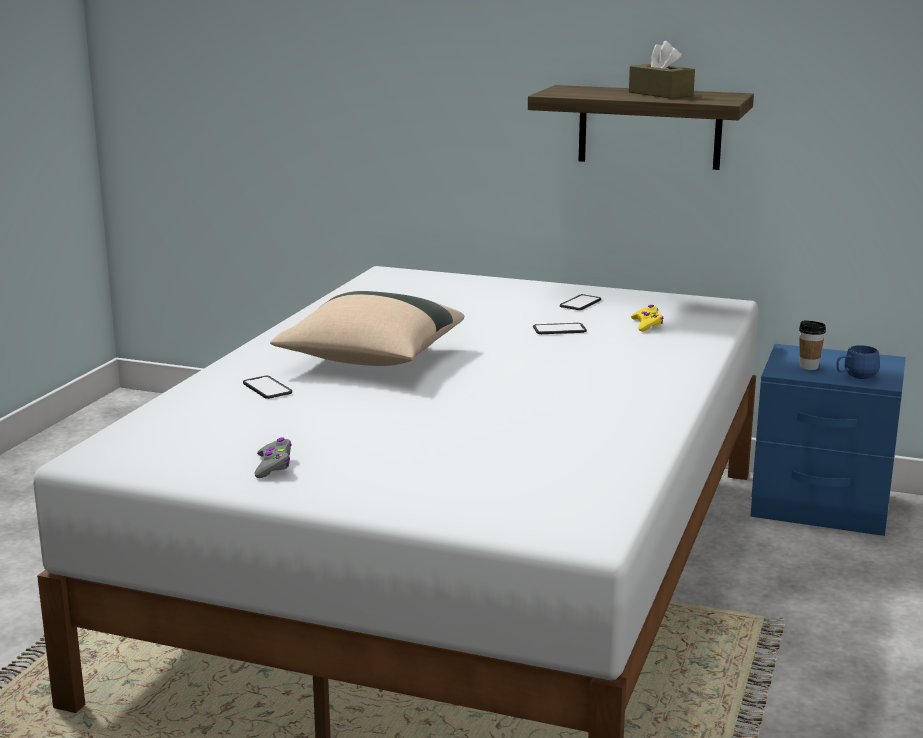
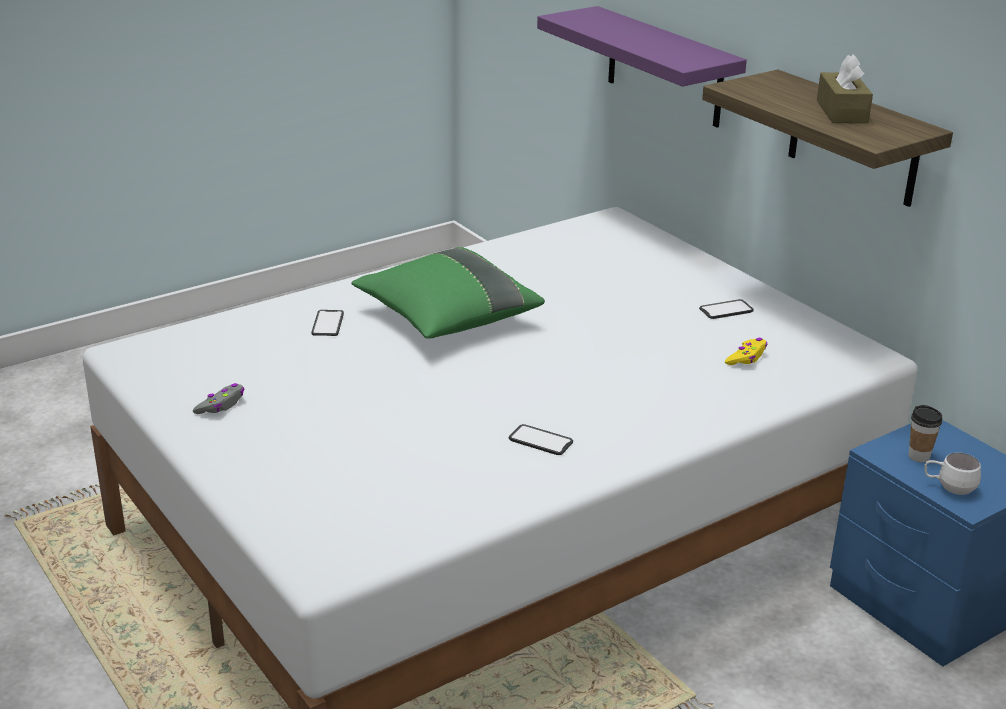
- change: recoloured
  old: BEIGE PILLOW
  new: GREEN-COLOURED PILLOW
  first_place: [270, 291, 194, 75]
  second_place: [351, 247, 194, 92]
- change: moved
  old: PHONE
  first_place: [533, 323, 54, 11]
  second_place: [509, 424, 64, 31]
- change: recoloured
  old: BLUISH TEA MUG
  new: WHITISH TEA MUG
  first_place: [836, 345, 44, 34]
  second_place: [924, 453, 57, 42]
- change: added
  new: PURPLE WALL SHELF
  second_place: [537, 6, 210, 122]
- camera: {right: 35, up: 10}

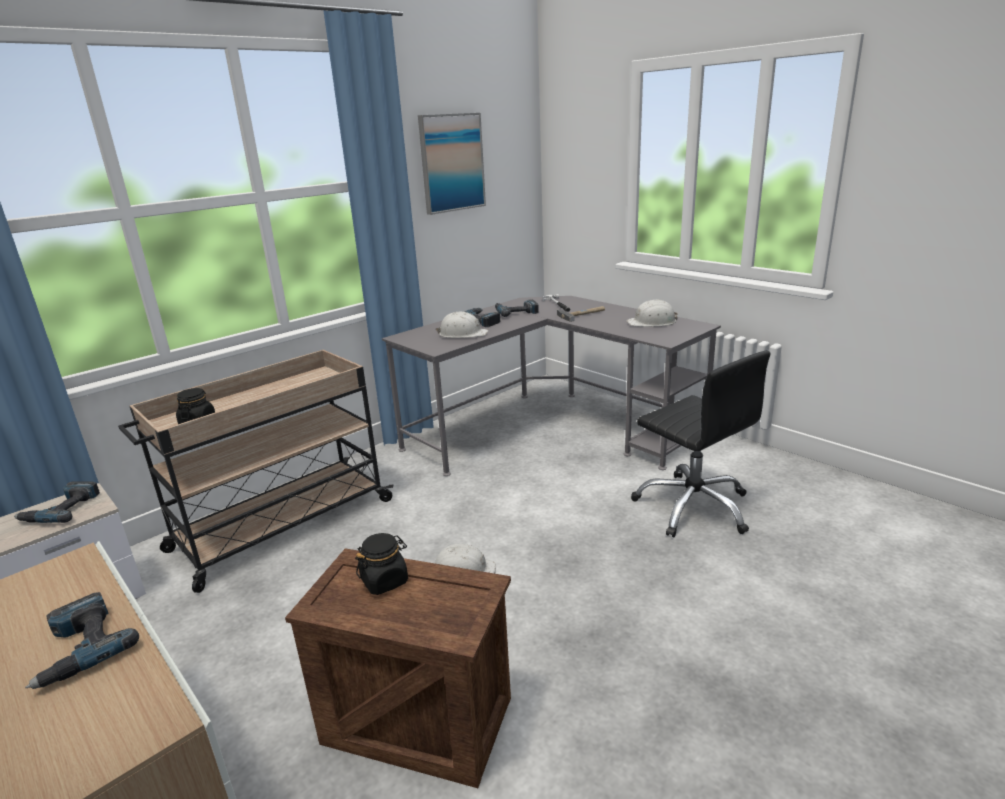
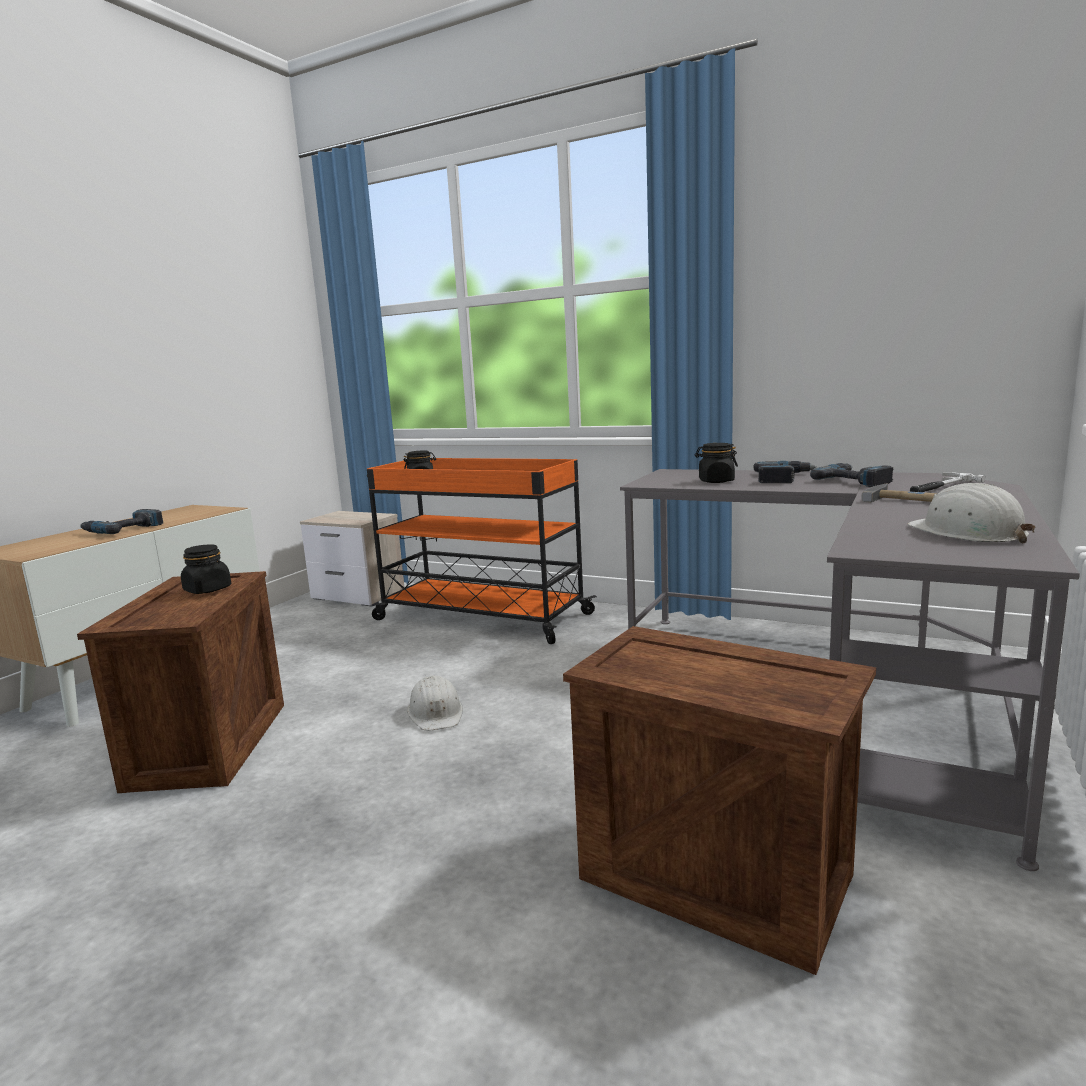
- change: removed
  old: POWER DRILL
  first_place: [14, 482, 86, 41]
- change: recoloured
  old: BEIGE CART
  new: ORANGE-COLOURED CART
  first_place: [118, 350, 275, 243]
  second_place: [367, 458, 230, 186]
- change: removed
  old: WALL ART
  first_place: [418, 113, 68, 102]
- change: replaced
  old: WHITISH HARD HAT
  new: BLACKISH JAR
  first_place: [435, 312, 53, 26]
  second_place: [695, 443, 43, 40]
- change: replaced
  old: BLACKISH DESK CHAIR
  new: CRATE
  first_place: [631, 351, 139, 186]
  second_place: [563, 626, 313, 349]
- camera: {right: 70, up: -10}

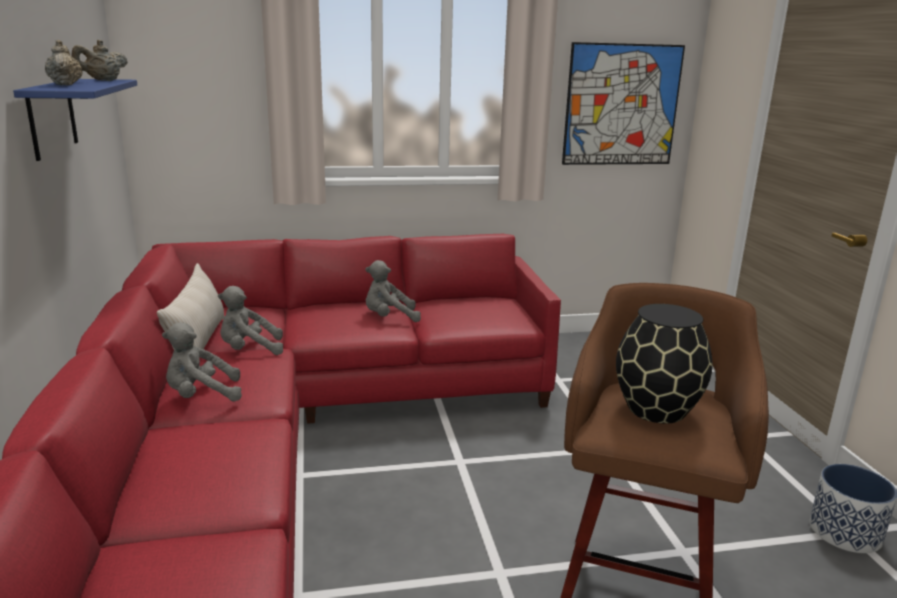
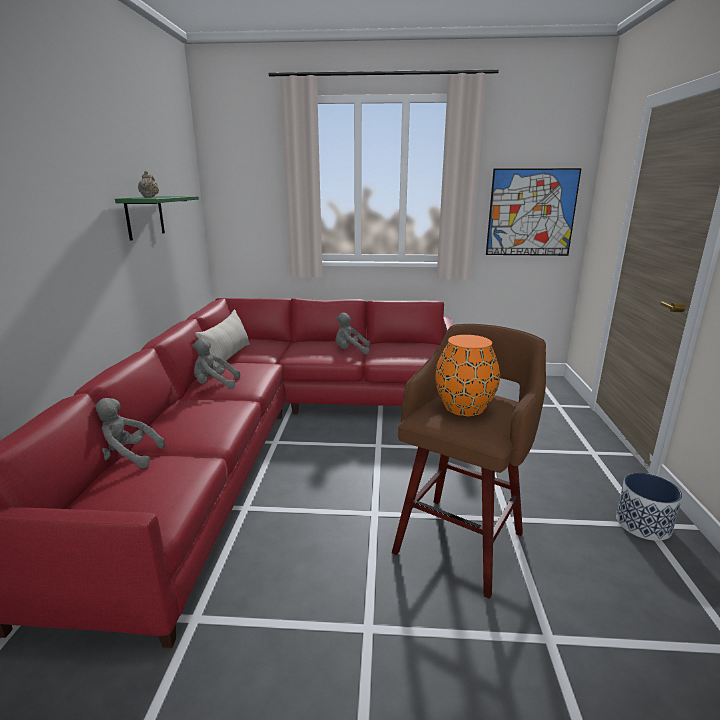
- change: recoloured
  old: BLUISH WALL SHELF
  new: GREEN-COLOURED WALL SHELF
  first_place: [13, 79, 124, 82]
  second_place: [115, 196, 84, 45]
- change: removed
  old: BEIGE TEA POT
  first_place: [72, 40, 56, 41]
- change: moved
  old: GREY CUDDLY TOY
  first_place: [218, 286, 65, 69]
  second_place: [95, 398, 70, 70]
- change: recoloured
  old: BLACKISH DECORATIVE VASE
  new: ORANGE-COLOURED DECORATIVE VASE
  first_place: [616, 304, 96, 119]
  second_place: [435, 335, 65, 81]
- camera: {right: 15, up: 0}

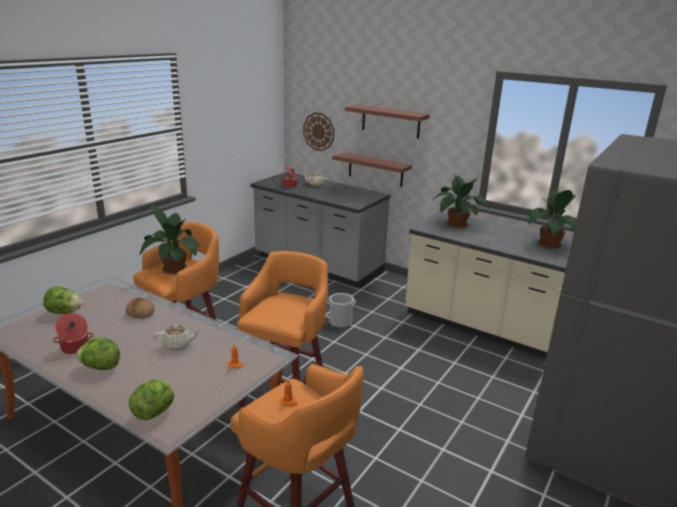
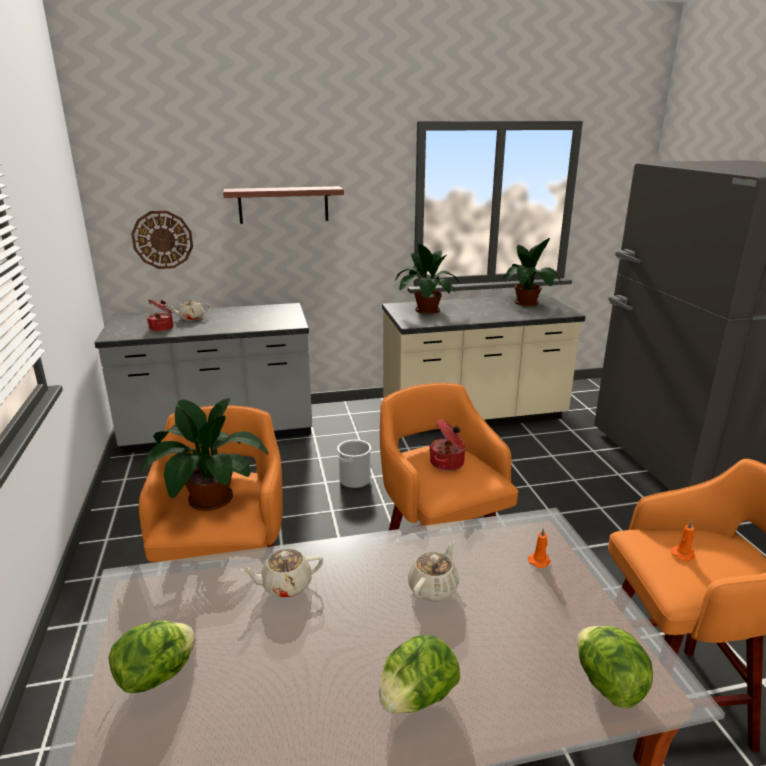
- change: moved
  old: STOCKPOT
  first_place: [53, 313, 41, 41]
  second_place: [429, 419, 36, 52]
- change: replaced
  old: BAKED BREAD
  new: BEIGE TEA POT
  first_place: [126, 298, 29, 20]
  second_place: [241, 548, 82, 50]
- change: removed
  old: WALL SHELF
  first_place: [332, 152, 80, 35]
- camera: {right: -45, up: 0}

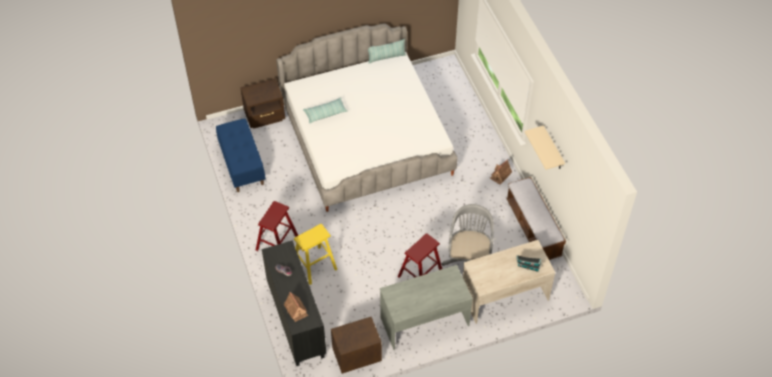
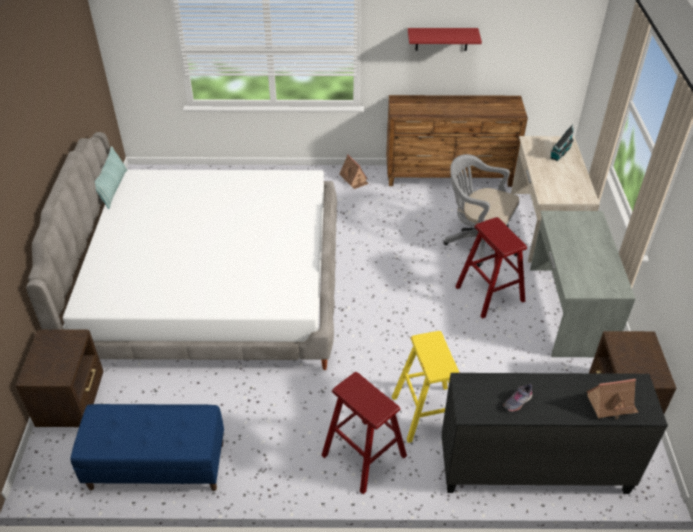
- change: removed
  old: PILLOW
  first_place: [303, 97, 45, 26]
- change: replaced
  old: INDOOR BENCH
  new: BROWN-COLOURED DRAWER CHEST
  first_place: [506, 177, 60, 83]
  second_place: [386, 95, 142, 92]
- change: recoloured
  old: BEIGE WALL SHELF
  new: RED-COLOURED WALL SHELF
  first_place: [525, 125, 40, 45]
  second_place: [408, 28, 74, 23]
- camera: {right: -70, up: -10}

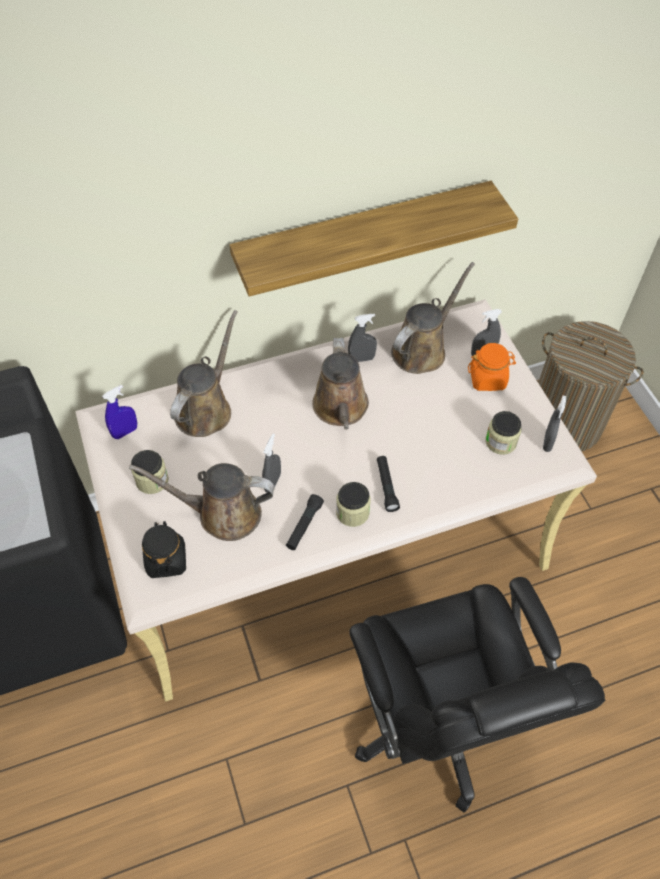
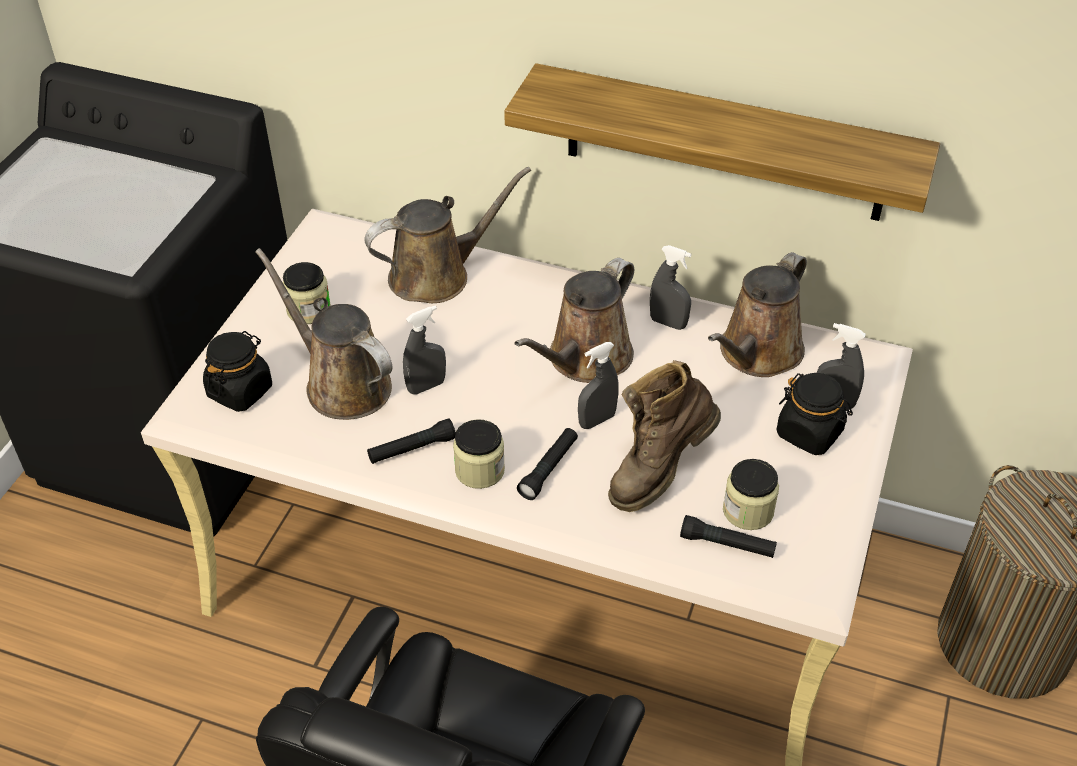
- change: removed
  old: BLUISH SPRAY BOTTLE
  first_place: [102, 385, 35, 54]
- change: turned
  old: BROWN-COLOURED WATERING CAN
  first_place: [391, 262, 84, 112]
  second_place: [708, 252, 99, 125]
  degrees: 135
- change: recoloured
  old: ORANGE-COLOURED JAR
  new: BLACKISH JAR
  first_place: [468, 343, 48, 48]
  second_place: [777, 373, 76, 82]
- change: moved
  old: GREY SPRAY BOTTLE
  first_place: [543, 396, 23, 56]
  second_place: [578, 342, 41, 87]
- change: added
  new: BROWN-COLOURED TALL BOOT
  second_place: [608, 360, 113, 152]
- change: added
  new: BLACKISH FLASHLIGHT
  second_place: [680, 515, 97, 43]
- camera: {right: 40, up: -10}

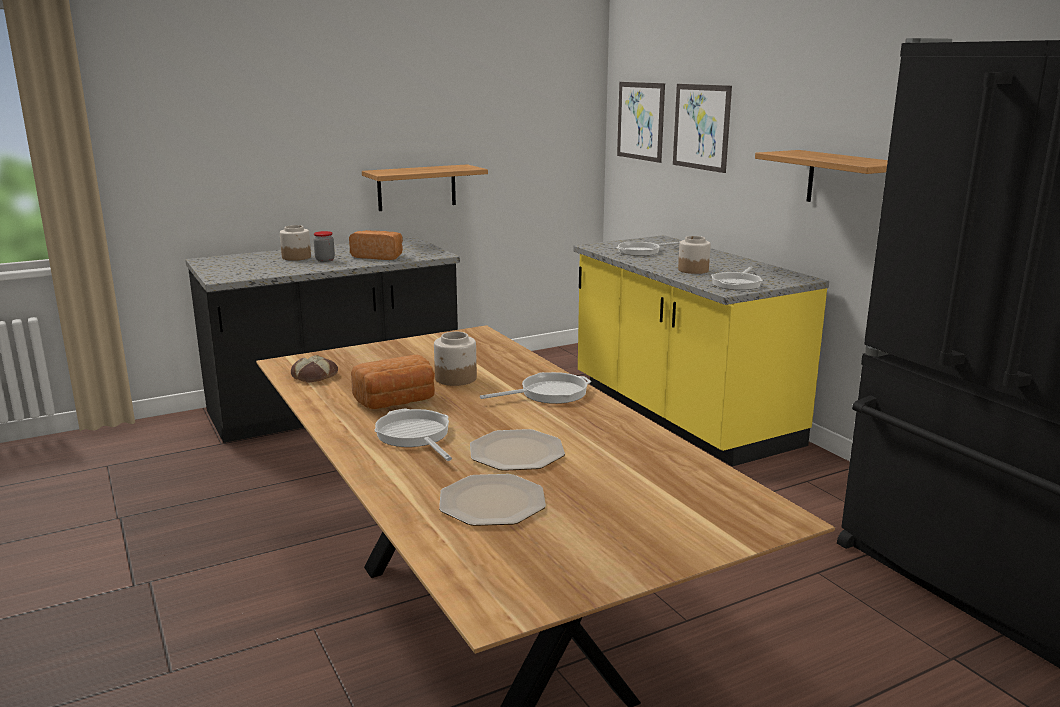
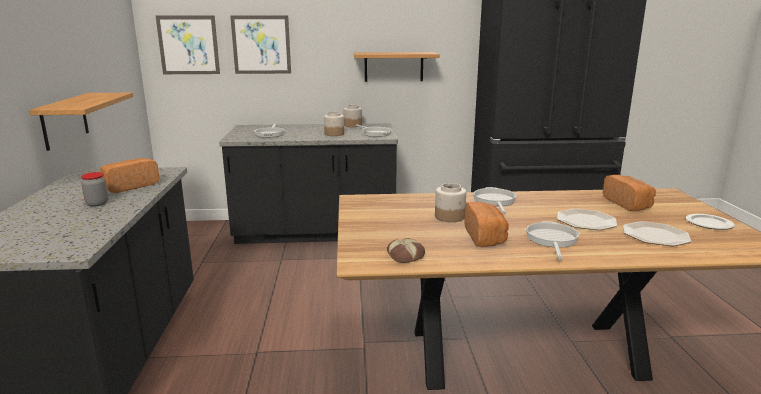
- change: moved
  old: JAR
  first_place: [280, 225, 31, 36]
  second_place: [343, 105, 19, 22]
- change: turned
  old: SKILLET
  first_place: [375, 408, 77, 53]
  second_place: [525, 221, 55, 39]
  degrees: 105
- change: recoloured
  old: YELLOW-COLOURED KITCHEN BASE UNIT
  new: BLACKISH KITCHEN BASE UNIT
  first_place: [573, 235, 256, 232]
  second_place: [219, 123, 179, 121]
- change: added
  new: BAKED BREAD
  second_place: [603, 175, 53, 37]
- change: added
  new: PLATE
  second_place: [686, 214, 49, 16]
- camera: {right: -65, up: 0}

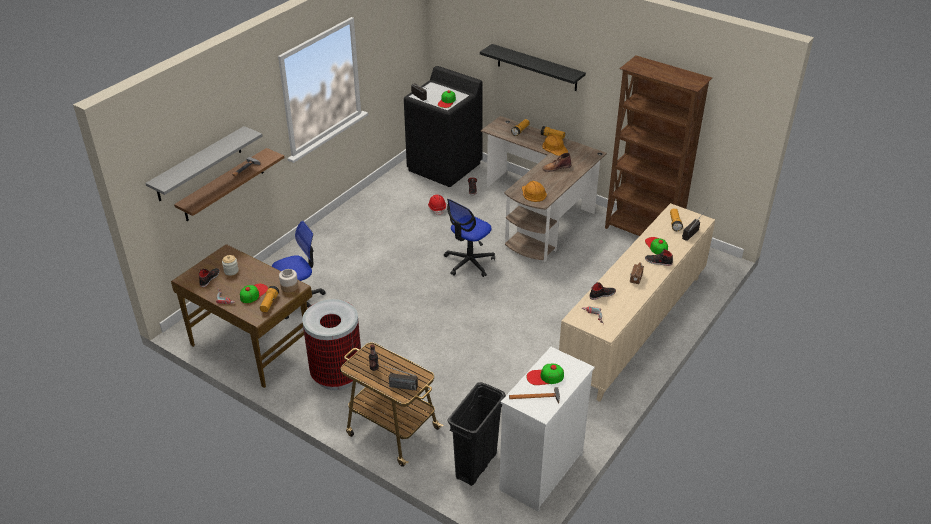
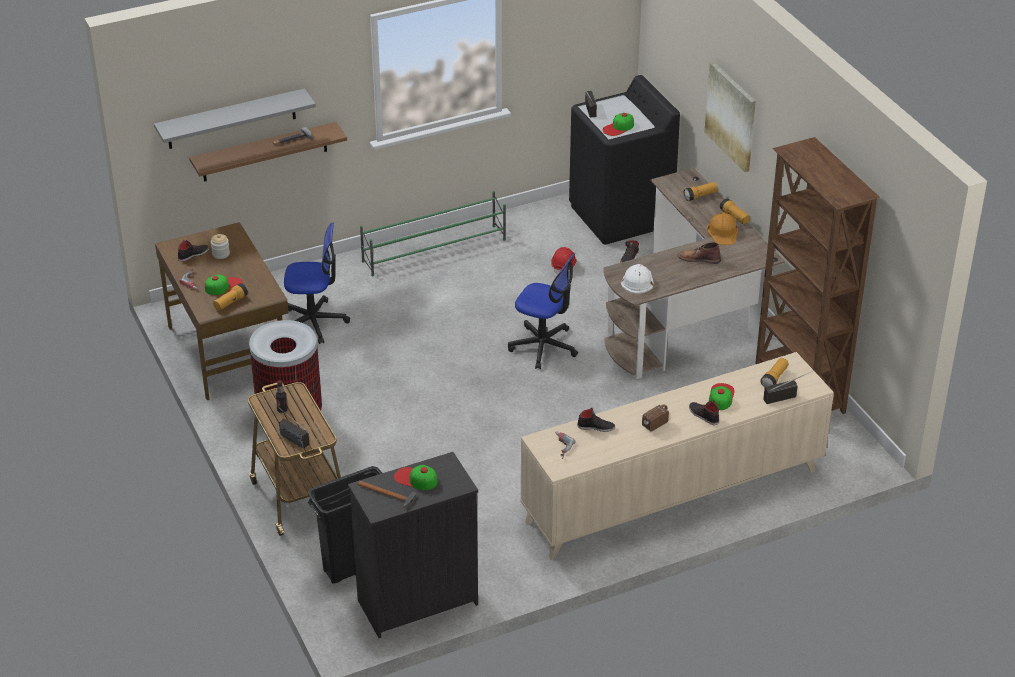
- change: removed
  old: JAR
  first_place: [279, 269, 19, 24]
- change: turned
  old: DESK CHAIR
  first_place: [444, 199, 51, 78]
  second_place: [508, 253, 70, 116]
  degrees: -135
- change: replaced
  old: BLACKISH WALL SHELF
  new: WALL ART
  first_place: [480, 44, 106, 47]
  second_place: [704, 62, 52, 110]
- change: recoloured
  old: WHITISH DRAWER CHEST
  new: BLACKISH DRAWER CHEST
  first_place: [499, 347, 96, 165]
  second_place: [348, 452, 130, 186]
- change: recoloured
  old: ORANGE-COLOURED HARD HAT
  new: WHITISH HARD HAT
  first_place: [522, 181, 25, 21]
  second_place: [621, 264, 32, 30]
- change: added
  new: GREEN-COLOURED SHOE STAND
  second_place: [360, 191, 146, 86]
- camera: {right: 30, up: 0}

